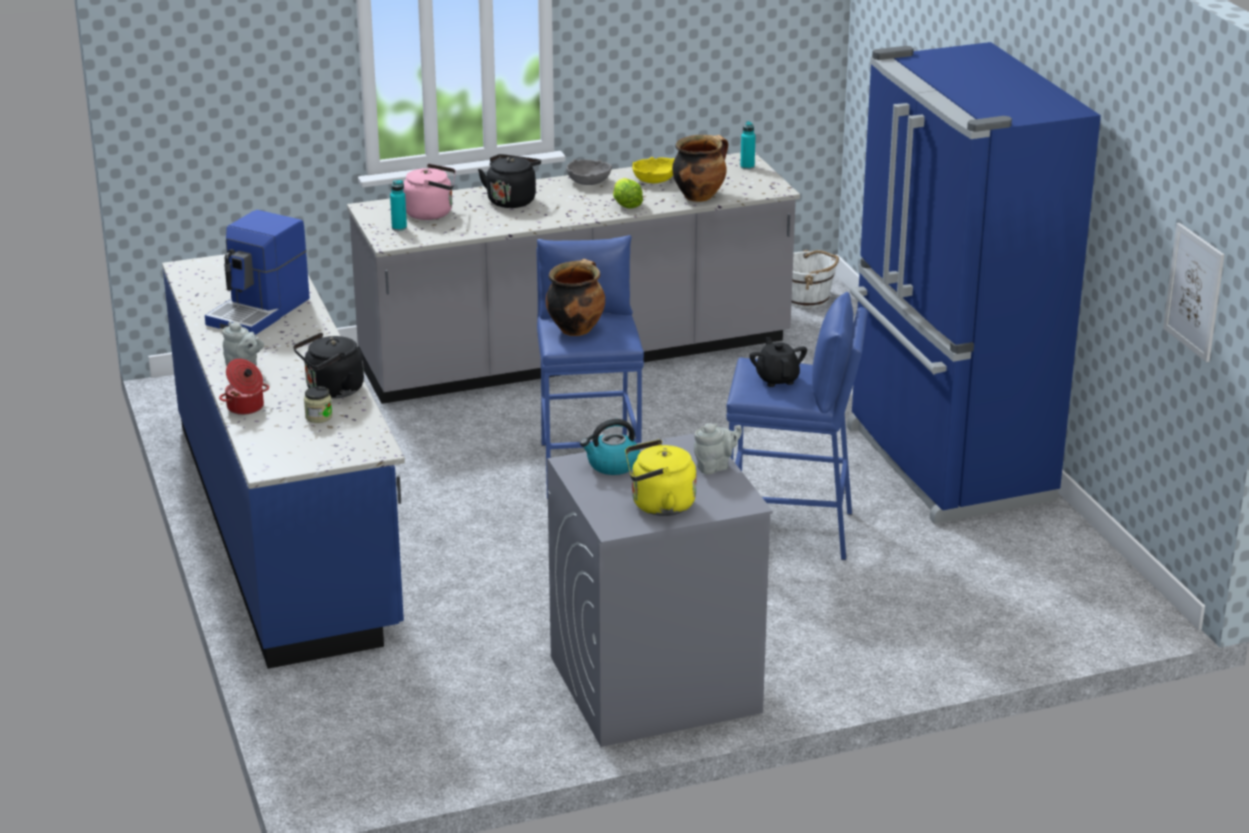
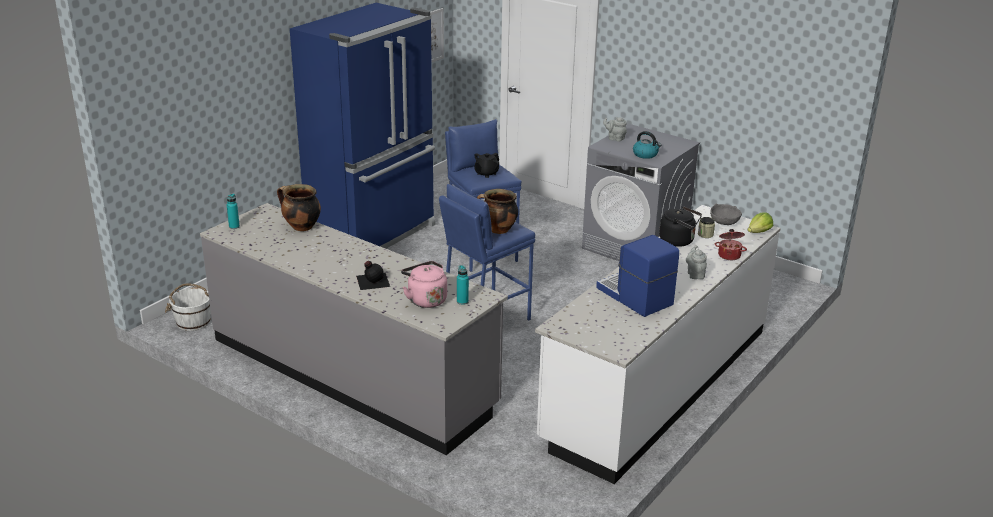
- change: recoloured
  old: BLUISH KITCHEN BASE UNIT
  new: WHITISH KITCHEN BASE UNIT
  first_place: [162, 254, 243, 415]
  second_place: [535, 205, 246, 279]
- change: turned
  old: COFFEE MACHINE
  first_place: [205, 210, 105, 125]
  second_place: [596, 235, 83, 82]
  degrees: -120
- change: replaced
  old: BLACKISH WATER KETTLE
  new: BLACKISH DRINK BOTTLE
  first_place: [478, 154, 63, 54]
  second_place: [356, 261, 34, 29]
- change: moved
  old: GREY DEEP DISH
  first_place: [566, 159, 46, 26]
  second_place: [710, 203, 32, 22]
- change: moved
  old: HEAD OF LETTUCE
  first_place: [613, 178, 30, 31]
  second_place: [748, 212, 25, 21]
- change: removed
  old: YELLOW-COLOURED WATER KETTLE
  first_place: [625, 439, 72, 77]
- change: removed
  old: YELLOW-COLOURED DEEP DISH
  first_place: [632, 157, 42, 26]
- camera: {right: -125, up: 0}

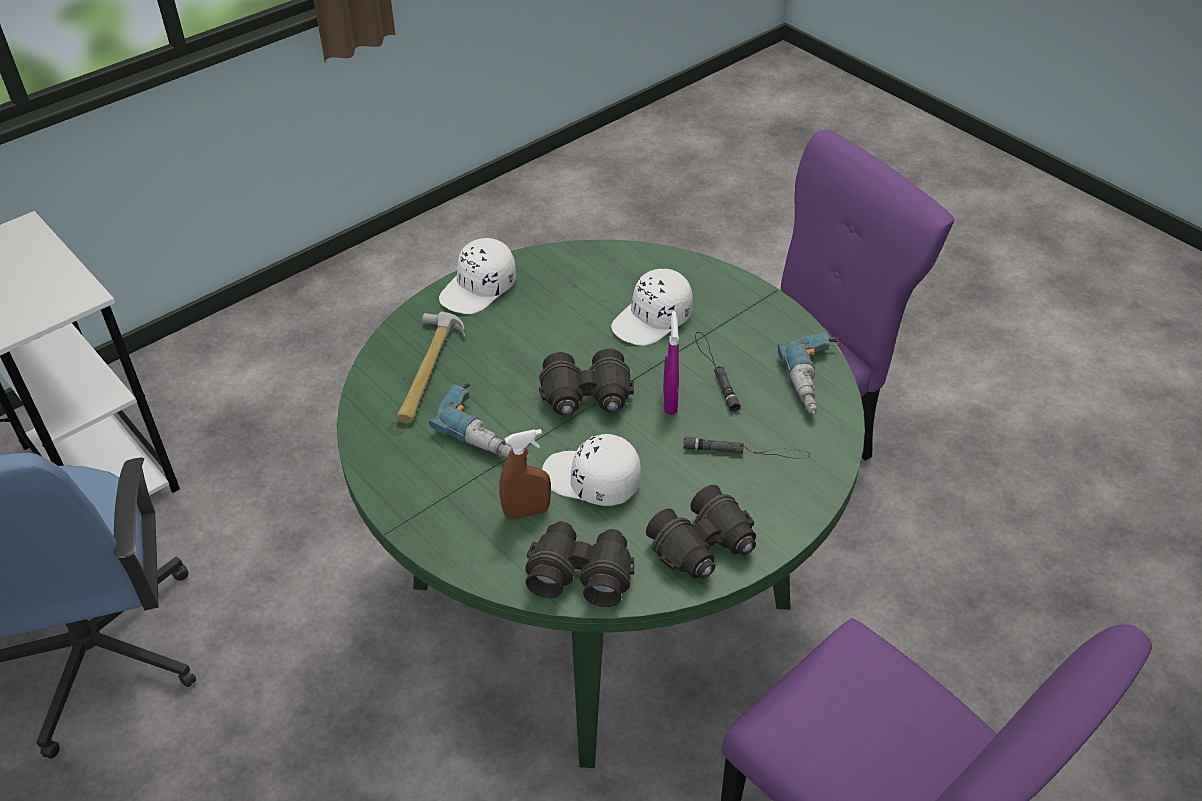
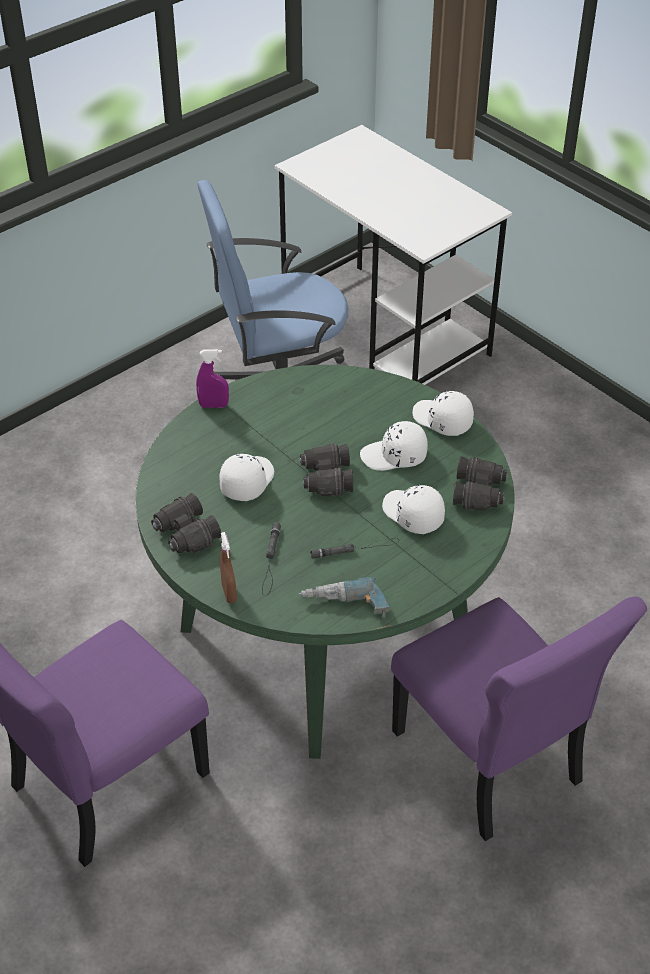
- change: removed
  old: TOOL HAMMER
  first_place: [397, 311, 68, 112]
- change: removed
  old: POWER DRILL
  first_place: [429, 382, 84, 75]
- change: moved
  old: BROWN-COLOURED SPRAY BOTTLE
  first_place: [499, 429, 52, 91]
  second_place: [220, 532, 17, 72]
- change: moved
  old: BLACKISH PAIR OF BINOCULARS
  first_place: [525, 521, 109, 86]
  second_place: [453, 456, 55, 54]
- change: moved
  old: PURPLE SPRAY BOTTLE
  first_place: [663, 311, 16, 104]
  second_place: [196, 349, 33, 59]
- change: added
  new: WHITISH BASEBALL CAP
  second_place: [360, 421, 68, 50]
- camera: {right: 90, up: 0}

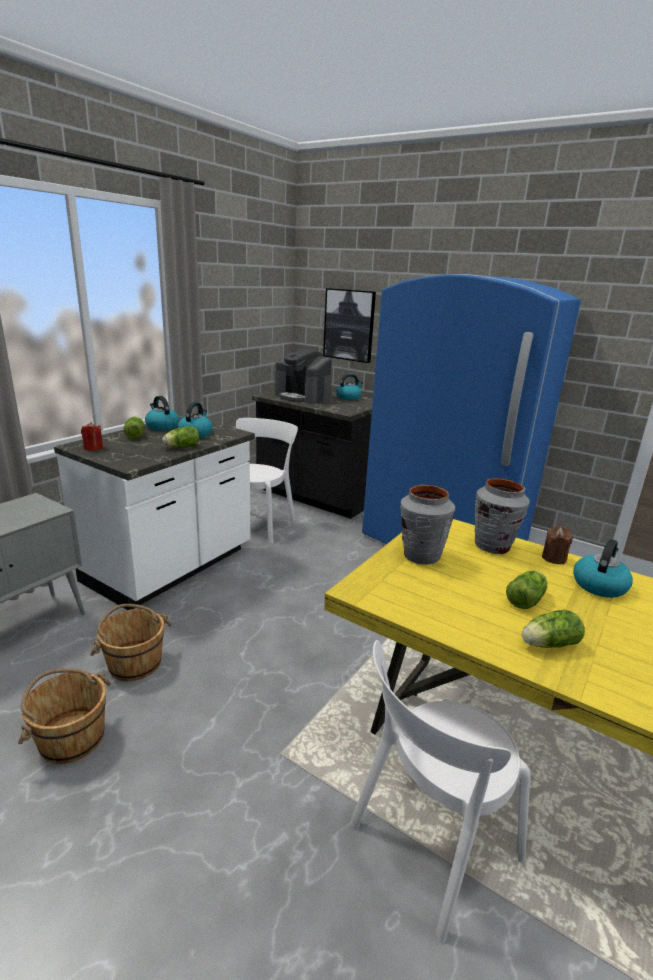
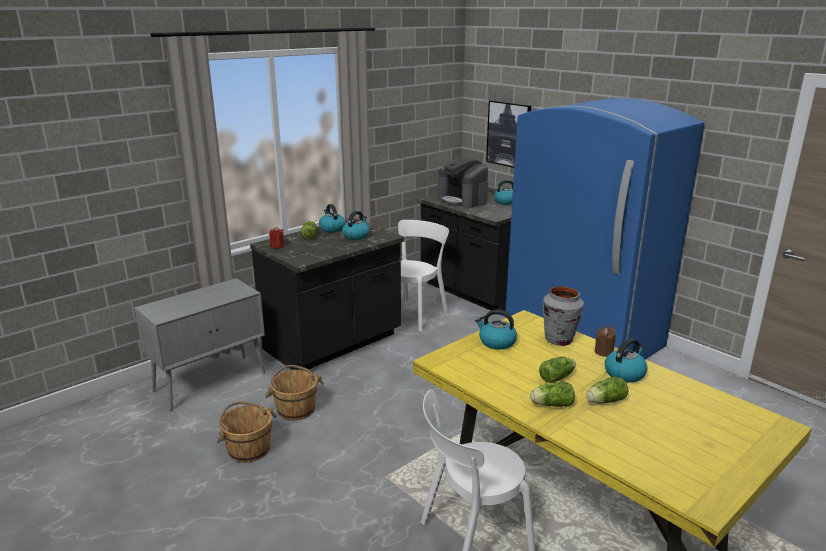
- change: recoloured
  old: WHITISH KITCHEN BASE UNIT
  new: BLACKISH KITCHEN BASE UNIT
  first_place: [54, 415, 201, 195]
  second_place: [250, 218, 154, 152]
- change: moved
  old: HEAD OF LETTUCE
  first_place: [162, 426, 37, 21]
  second_place: [586, 377, 42, 26]
- change: replaced
  old: GREY DECORATIVE VASE
  new: WATER KETTLE
  first_place: [400, 485, 55, 80]
  second_place: [475, 309, 42, 41]
- camera: {right: 15, up: 0}

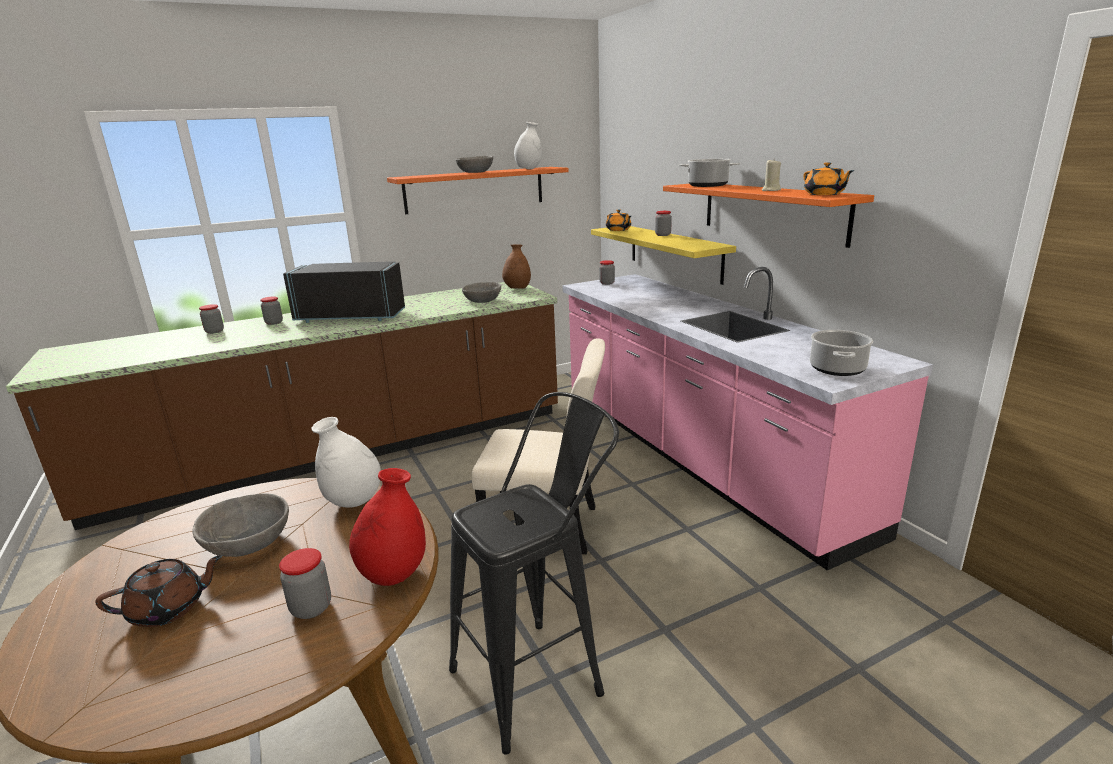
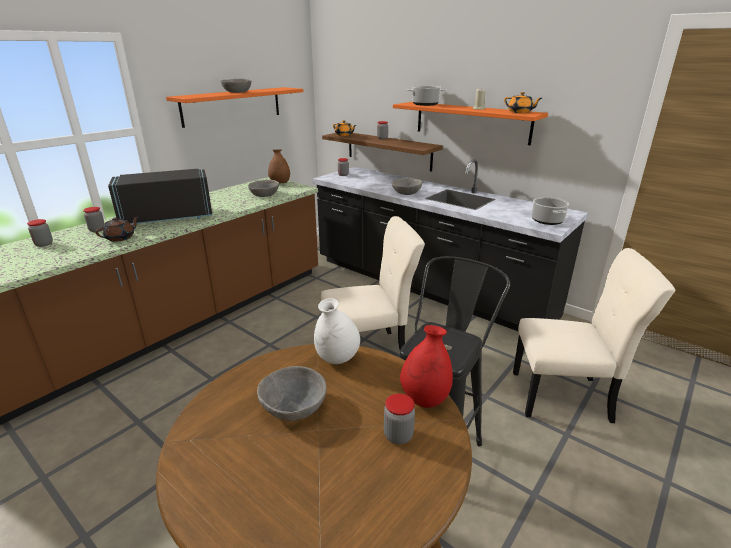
- change: moved
  old: BROWN-COLOURED TEA POT
  first_place: [95, 555, 128, 72]
  second_place: [95, 216, 44, 26]
- change: removed
  old: WHITISH DECORATIVE VASE
  first_place: [514, 122, 28, 47]
- change: recoloured
  old: PINKISH KITCHEN BASE UNIT
  new: BLACKISH KITCHEN BASE UNIT
  first_place: [562, 267, 371, 304]
  second_place: [313, 159, 275, 173]
- change: recoloured
  old: YELLOW-COLOURED WALL SHELF
  new: BROWN-COLOURED WALL SHELF
  first_place: [591, 226, 145, 59]
  second_place: [322, 133, 121, 39]
- change: added
  new: GREY DEEP DISH
  second_place: [392, 178, 30, 17]
- change: added
  new: BEIGE PLAIN CHAIR
  second_place: [513, 248, 162, 175]
- camera: {right: -25, up: 5}

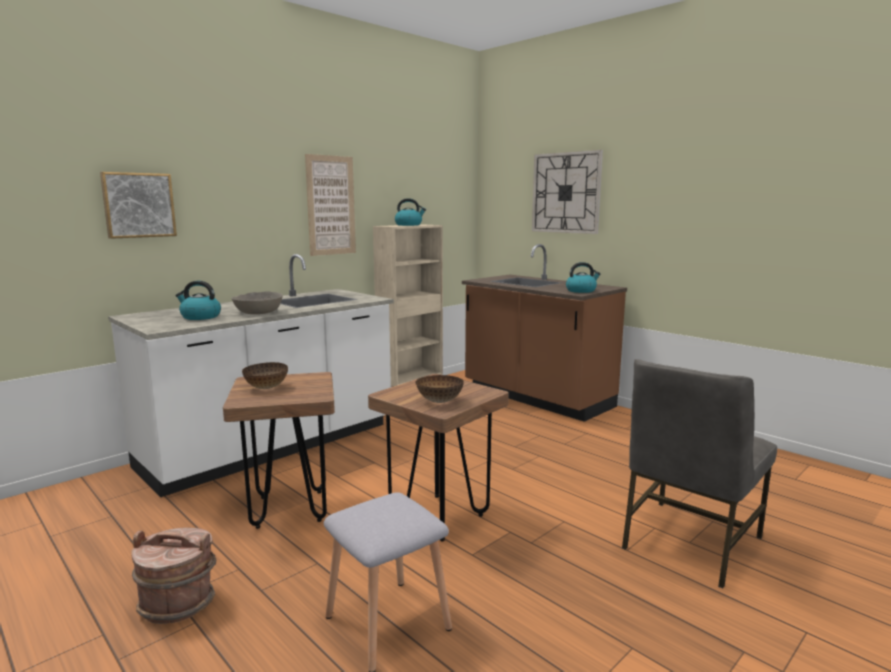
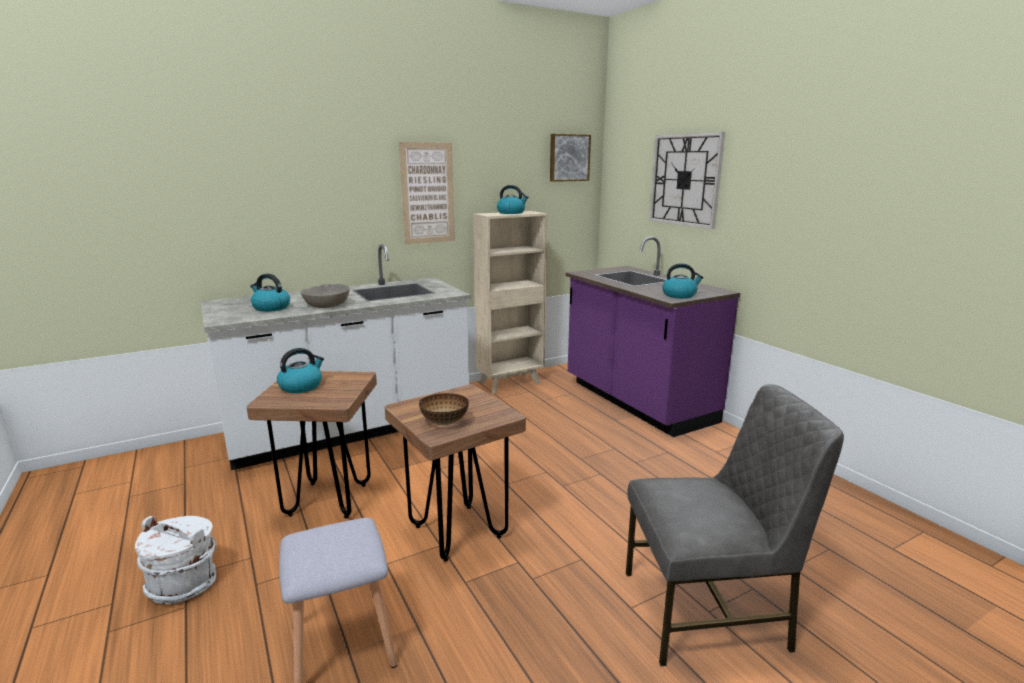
- change: moved
  old: WALL ART
  first_place: [100, 172, 77, 67]
  second_place: [550, 134, 41, 48]
- change: recoloured
  old: BROWN-COLOURED PAIL
  new: WHITISH PAIL
  first_place: [131, 528, 85, 96]
  second_place: [135, 516, 81, 88]
- change: replaced
  old: DEEP DISH
  new: WATER KETTLE
  first_place: [242, 362, 46, 27]
  second_place: [277, 348, 47, 45]
- change: recoloured
  old: BROWN-COLOURED KITCHEN BASE UNIT
  new: PURPLE KITCHEN BASE UNIT
  first_place: [462, 244, 165, 178]
  second_place: [566, 237, 174, 200]
- change: turned
  old: GREY PLAIN CHAIR
  first_place: [622, 359, 155, 230]
  second_place: [626, 384, 218, 282]
  degrees: -150
- camera: {right: 15, up: 5}

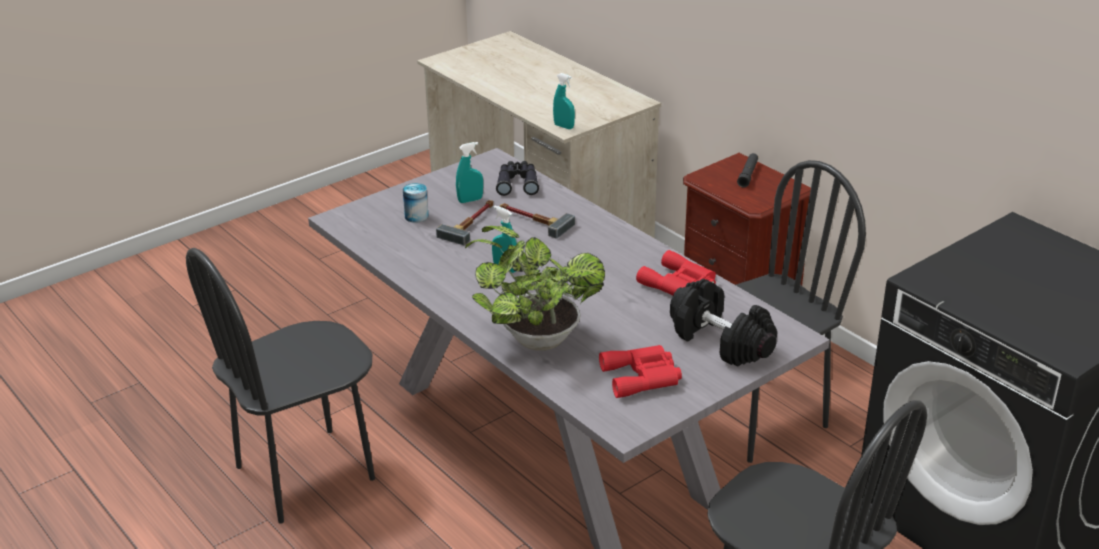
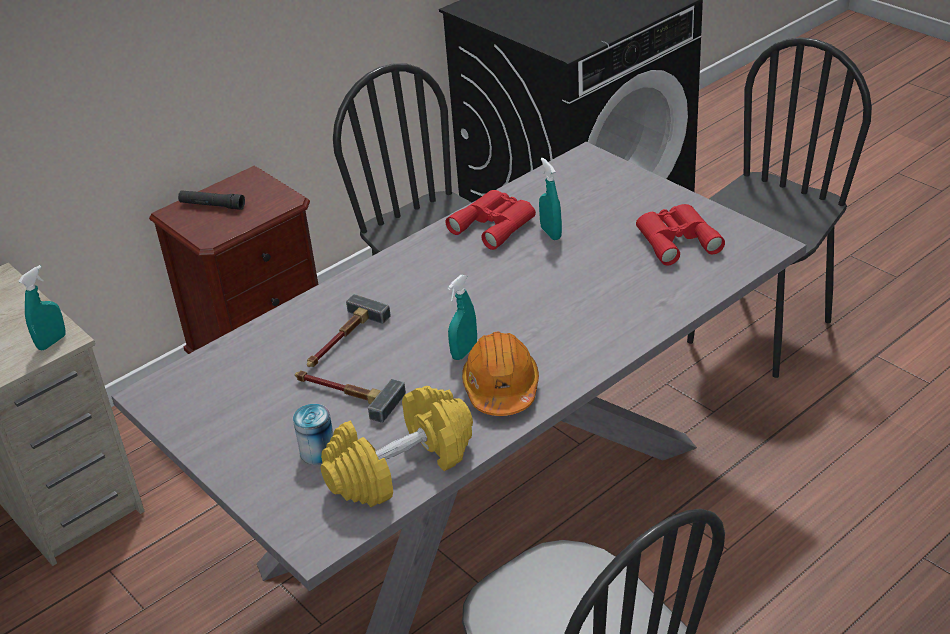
- change: moved
  old: TURQUOISE SPRAY BOTTLE
  first_place: [456, 142, 27, 61]
  second_place: [539, 158, 23, 82]
- change: removed
  old: POTTED PLANT
  first_place: [465, 226, 140, 125]
- change: removed
  old: BLACKISH PAIR OF BINOCULARS
  first_place: [496, 161, 43, 35]
- change: removed
  old: BLACKISH DUMBBELL
  first_place: [670, 279, 107, 88]
- change: added
  new: YELLOW-COLOURED DUMBBELL
  second_place: [321, 386, 152, 121]
- change: added
  new: ORANGE-COLOURED HARD HAT
  second_place: [462, 332, 77, 84]
- camera: {right: -90, up: 5}

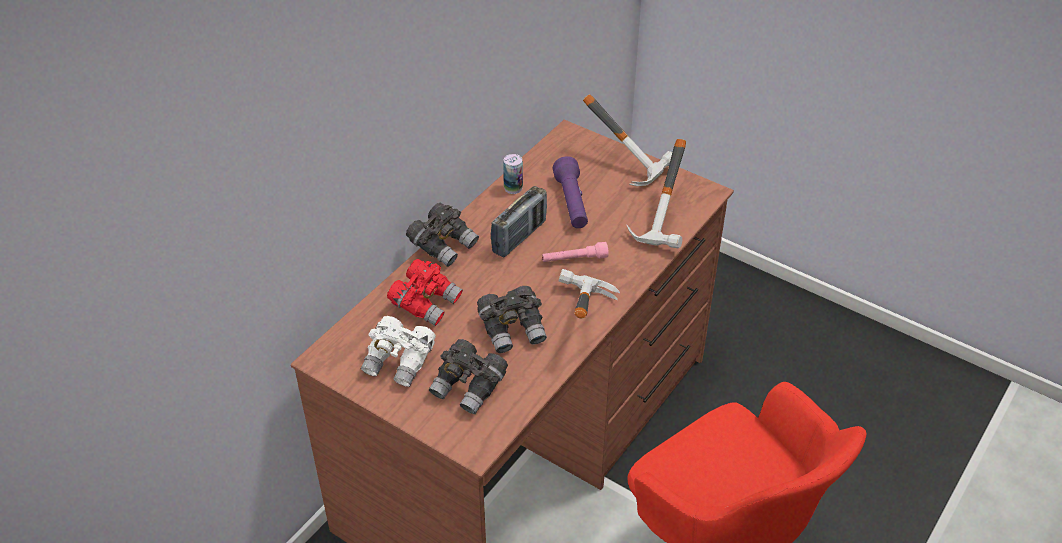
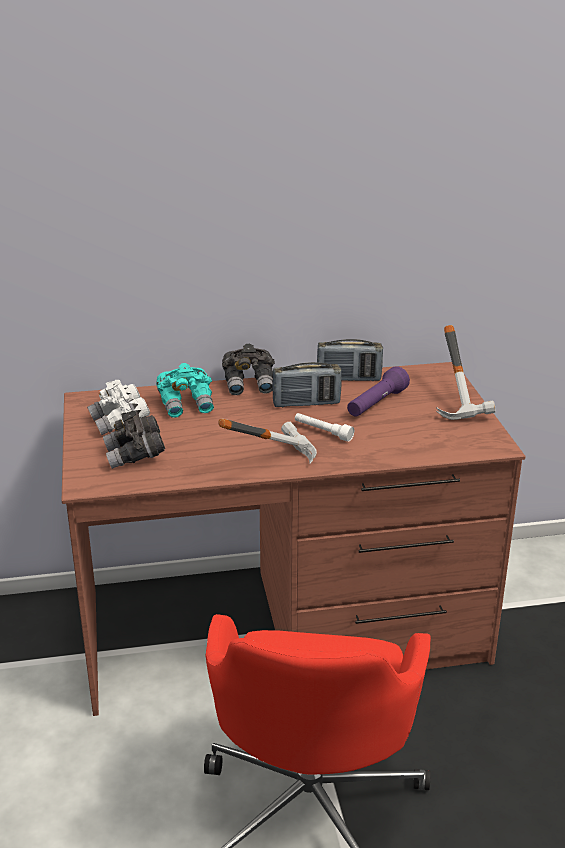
- change: recoloured
  old: RED-COLOURED PAIR OF BINOCULARS
  new: TURQUOISE PAIR OF BINOCULARS
  first_place: [387, 259, 76, 67]
  second_place: [156, 363, 58, 55]
- change: removed
  old: GREY PAIR OF BINOCULARS
  first_place: [477, 286, 70, 67]
- change: replaced
  old: CAN
  new: RADIO
  first_place: [503, 154, 20, 40]
  second_place: [317, 339, 66, 42]
- change: recoloured
  old: PINKISH FLASHLIGHT
  new: WHITISH FLASHLIGHT
  first_place: [542, 242, 67, 20]
  second_place: [295, 413, 59, 29]
- change: removed
  old: TOOL HAMMER
  first_place: [626, 139, 60, 110]
- camera: {right: 45, up: -15}

